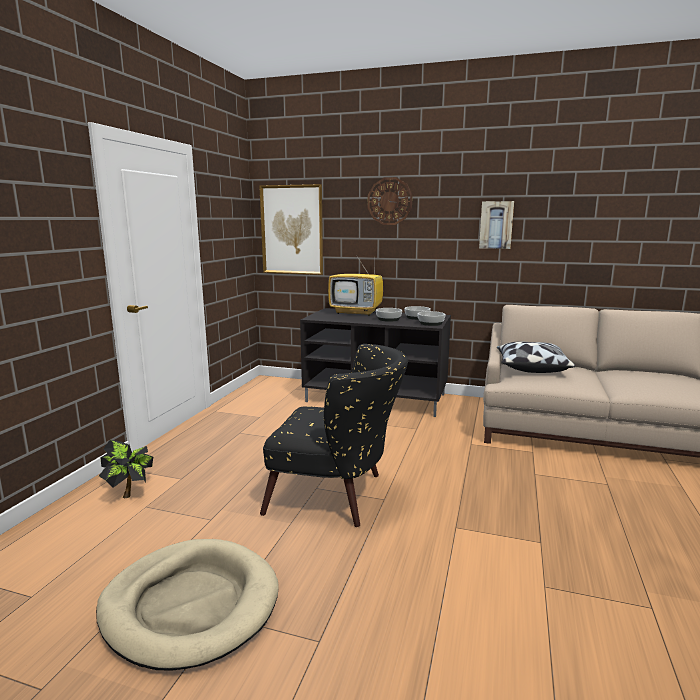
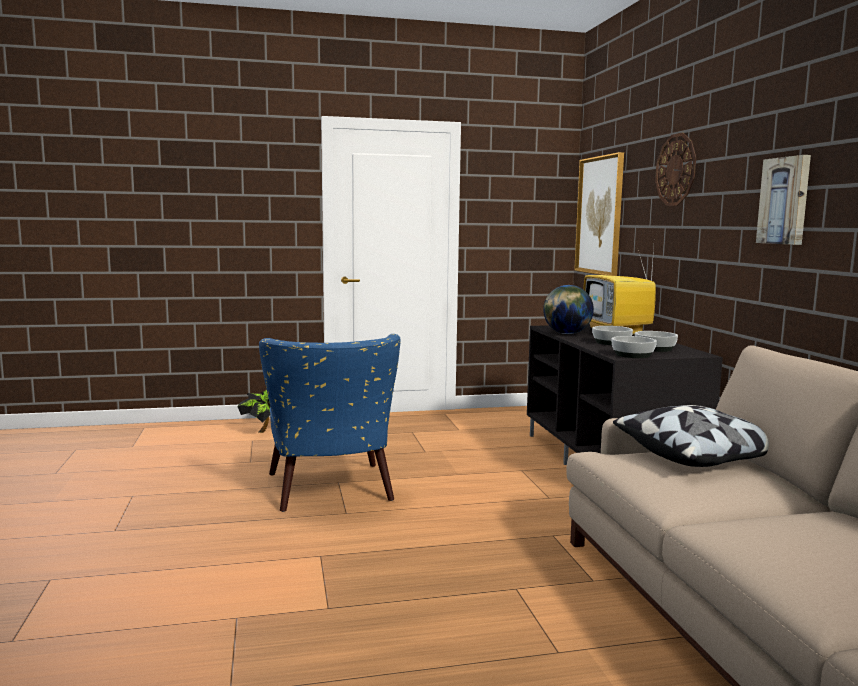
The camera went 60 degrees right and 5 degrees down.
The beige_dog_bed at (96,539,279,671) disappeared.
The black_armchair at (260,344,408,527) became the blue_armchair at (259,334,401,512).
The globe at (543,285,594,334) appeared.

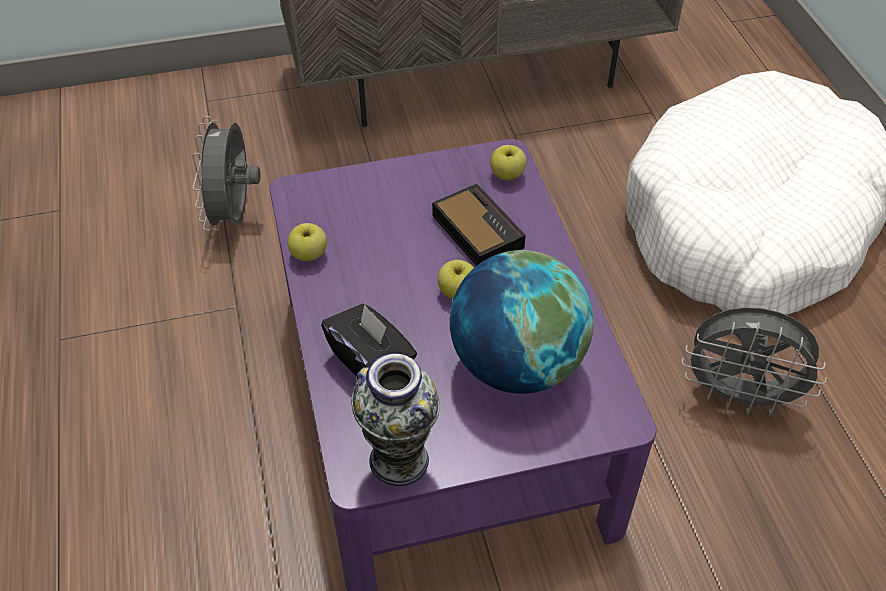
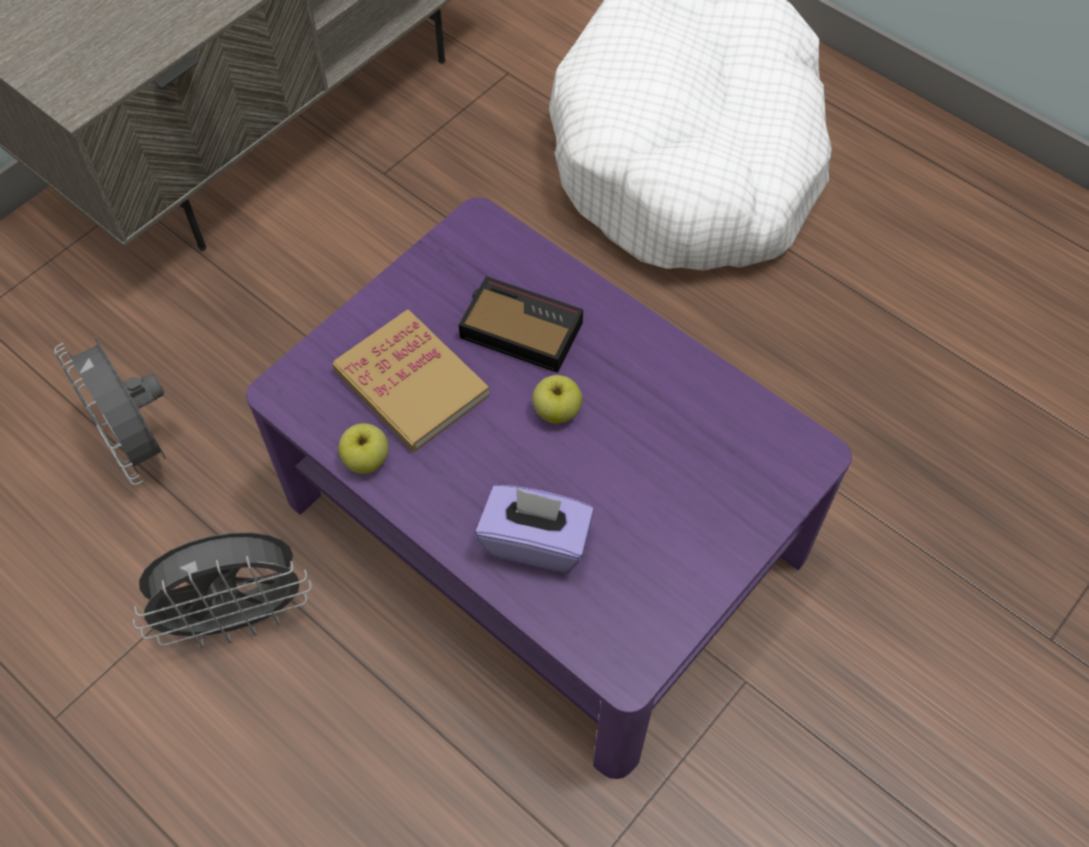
The camera went 35 degrees left and 10 degrees up.
The black_tissue_box at (321,304,417,376) became the purple_tissue_box at (475,485,594,573).
The vase at (352,353,440,486) disappeared.
The globe at (450,250,594,394) disappeared.
The apple at (490,145,527,180) disappeared.
The grey_fan moved from (681,307,827,416) to (133,532,312,648).
The book at (332,309,490,452) appeared.

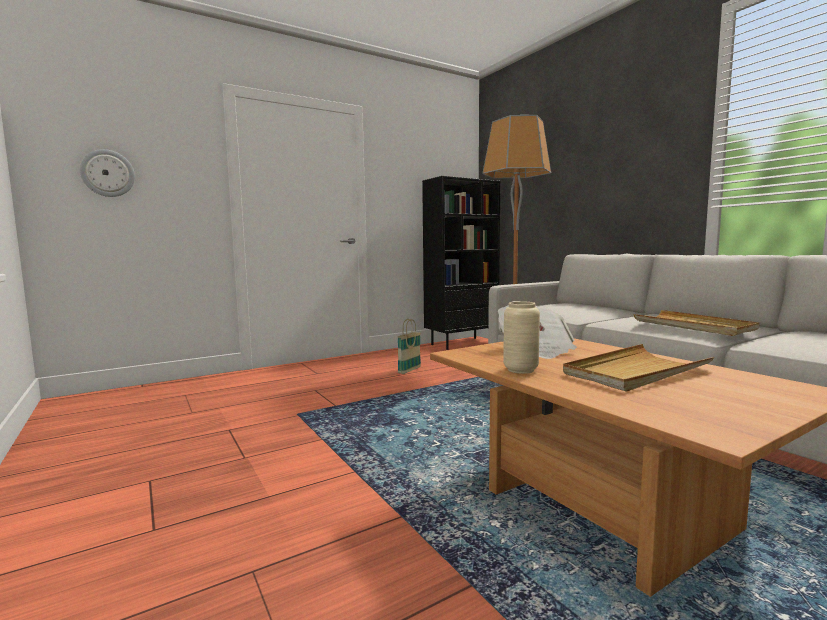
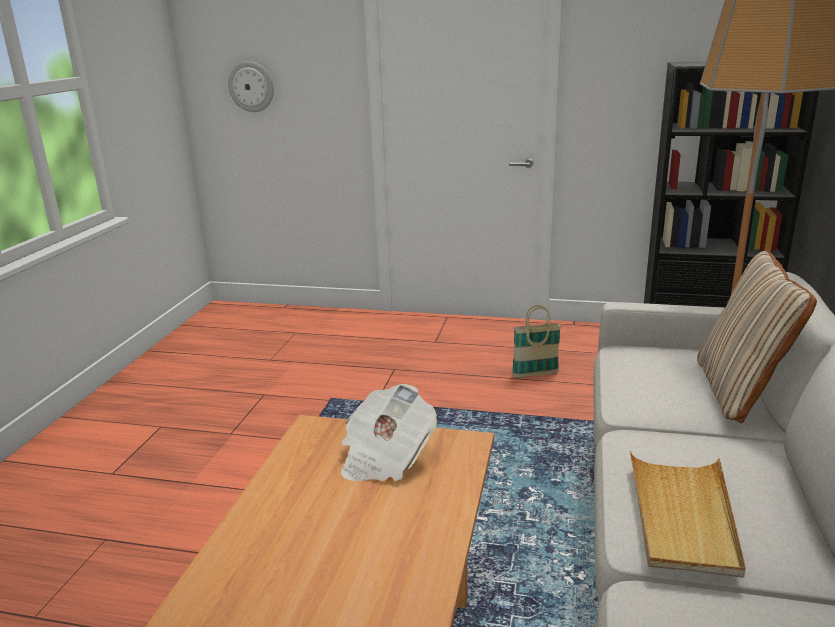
The camera went 45 degrees right and 15 degrees up.
The beige_vase at (503,301,540,374) disappeared.
The beige_tray at (563,344,714,392) disappeared.
The beige_pillow at (697,250,817,423) appeared.

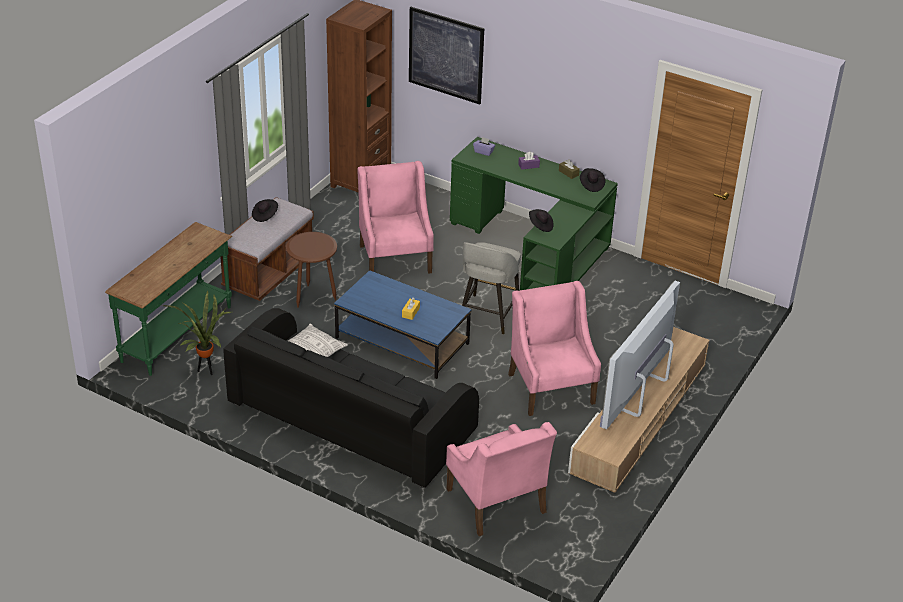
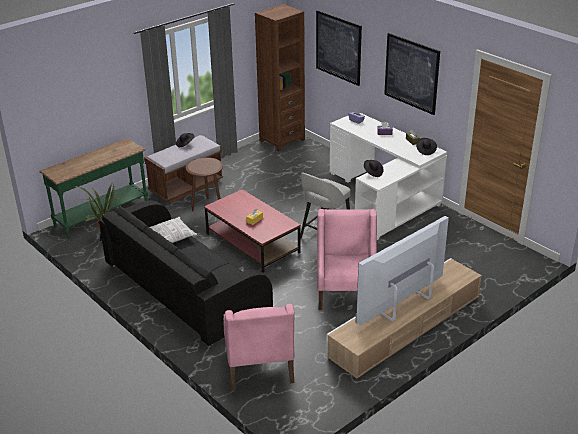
The camera went 20 degrees right and 5 degrees down.
The blue_coffee_table at (334,270,471,379) became the red_coffee_table at (204,190,301,272).
The pink_armchair at (357,161,434,274) disappeared.
The green_desk at (450,137,618,290) became the white_desk at (330,113,447,240).
The picture at (384,33,440,115) appeared.

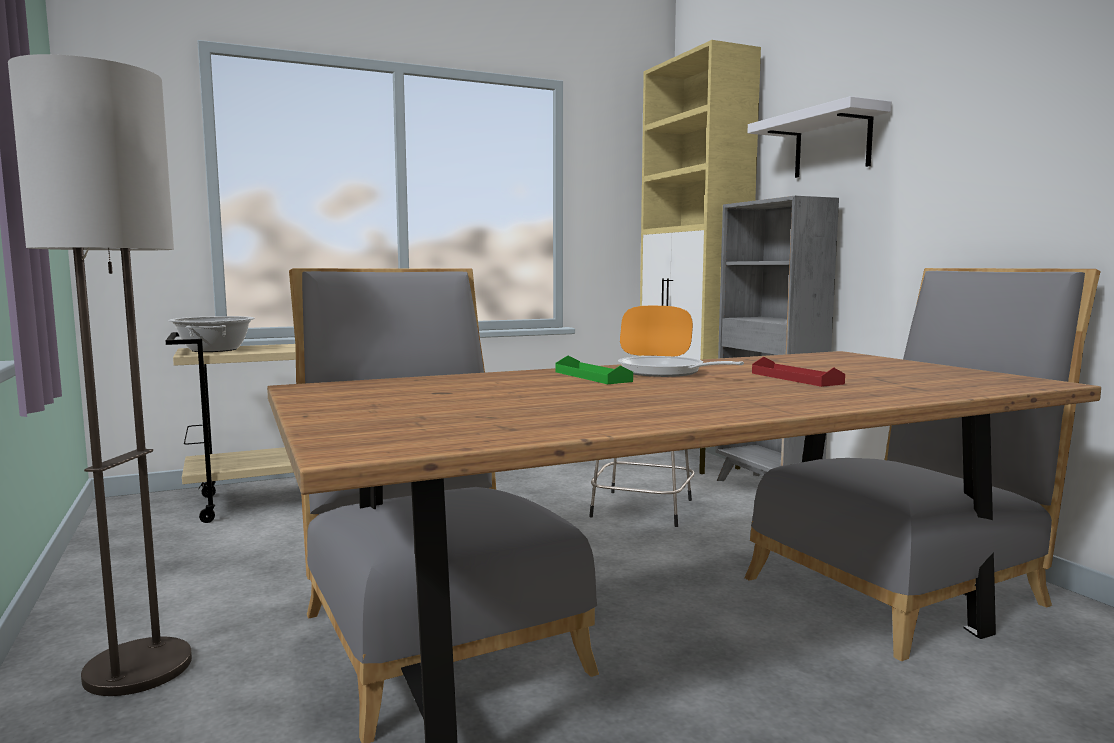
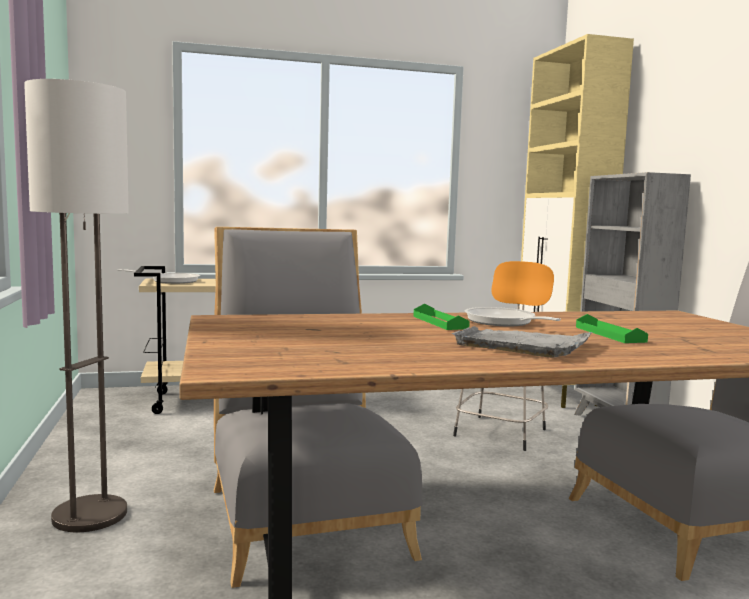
The camera went 10 degrees right and 0 degrees up.
The cooking_pot at (168,316,255,352) was replaced by the frying_pan at (117,269,200,284).
The white_shelf at (747,96,892,178) disappeared.
The red_tray at (752,357,845,387) became the green_tray at (576,314,648,343).
The grey_tray at (452,326,593,357) appeared.

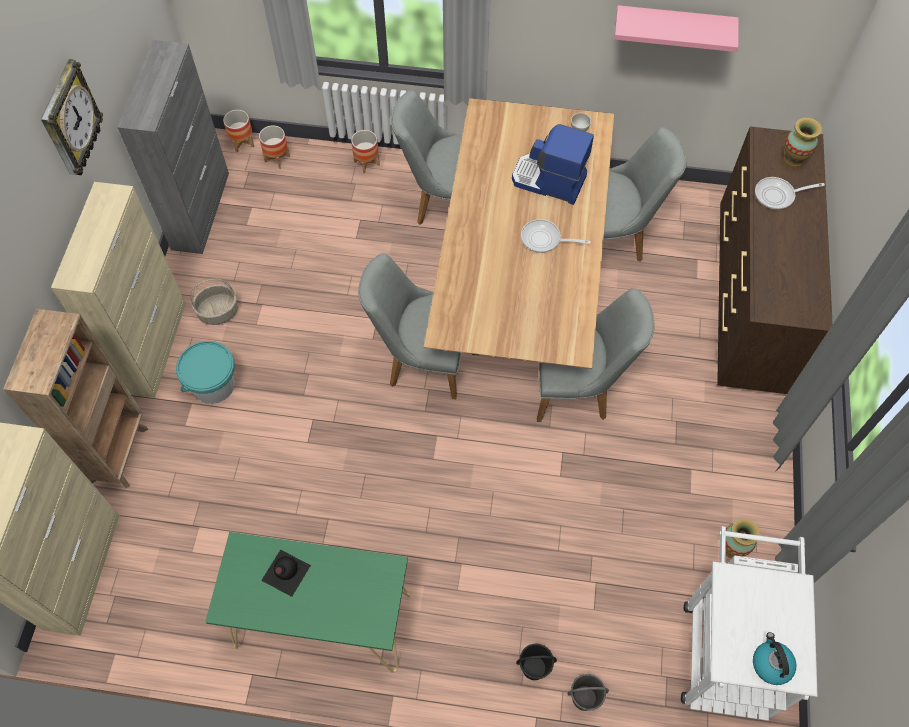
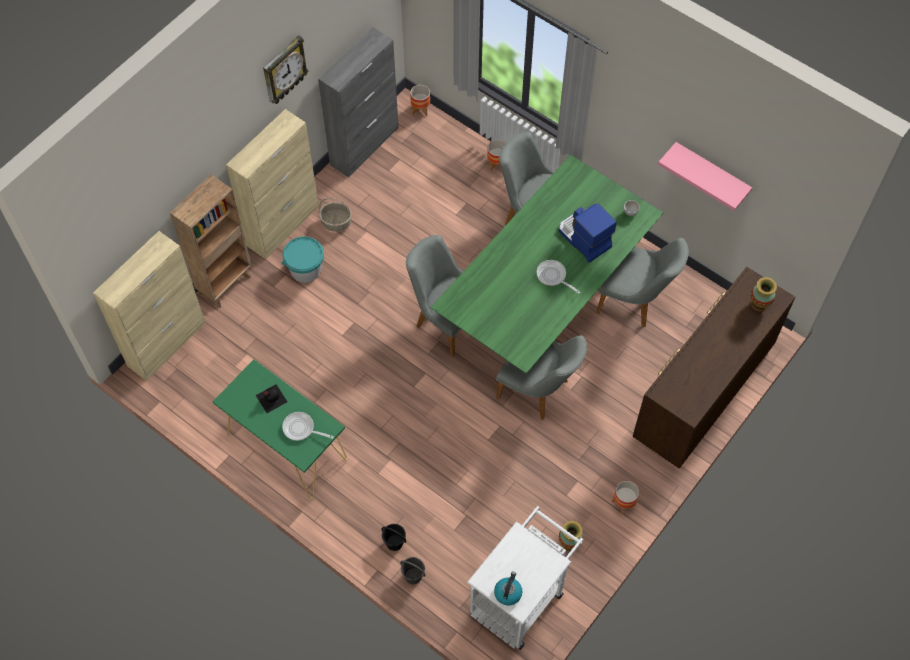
The camera went 30 degrees right and 0 degrees up.
The planter moved from (259,125,290,169) to (612,481,639,515).
The brown_dining_table at (424,98,614,369) became the green_dining_table at (430,155,664,373).
The frying_pan moved from (755,177,825,210) to (282,412,334,441).

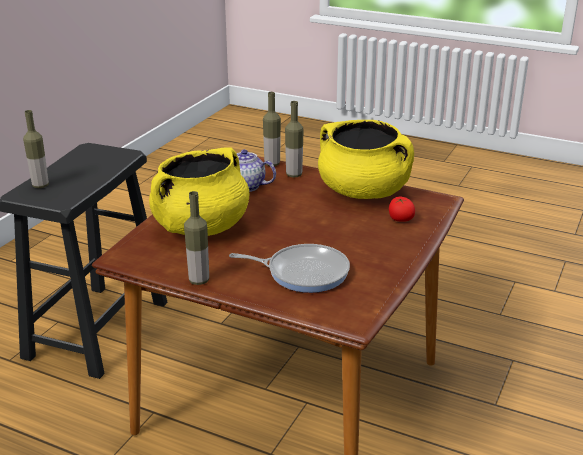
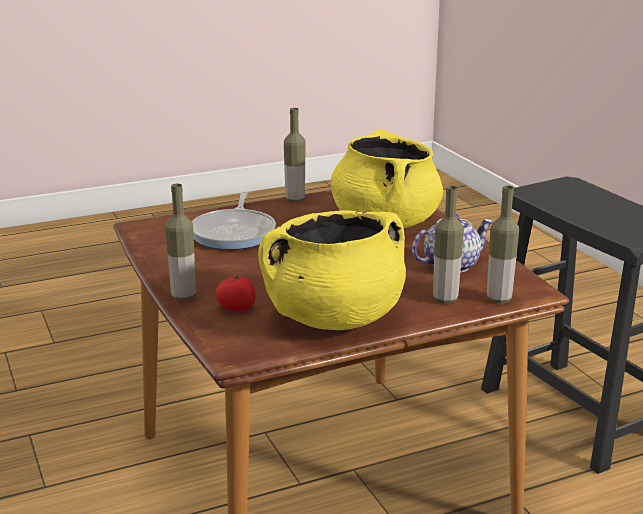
The camera went 130 degrees right and 5 degrees down.
The bottle moved from (23,110,49,188) to (165,184,196,301).
The frying_pan at (229,244,350,293) turned 45 degrees counterclockwise.

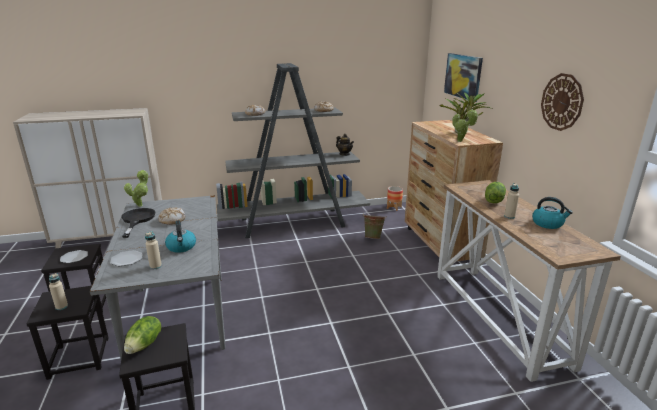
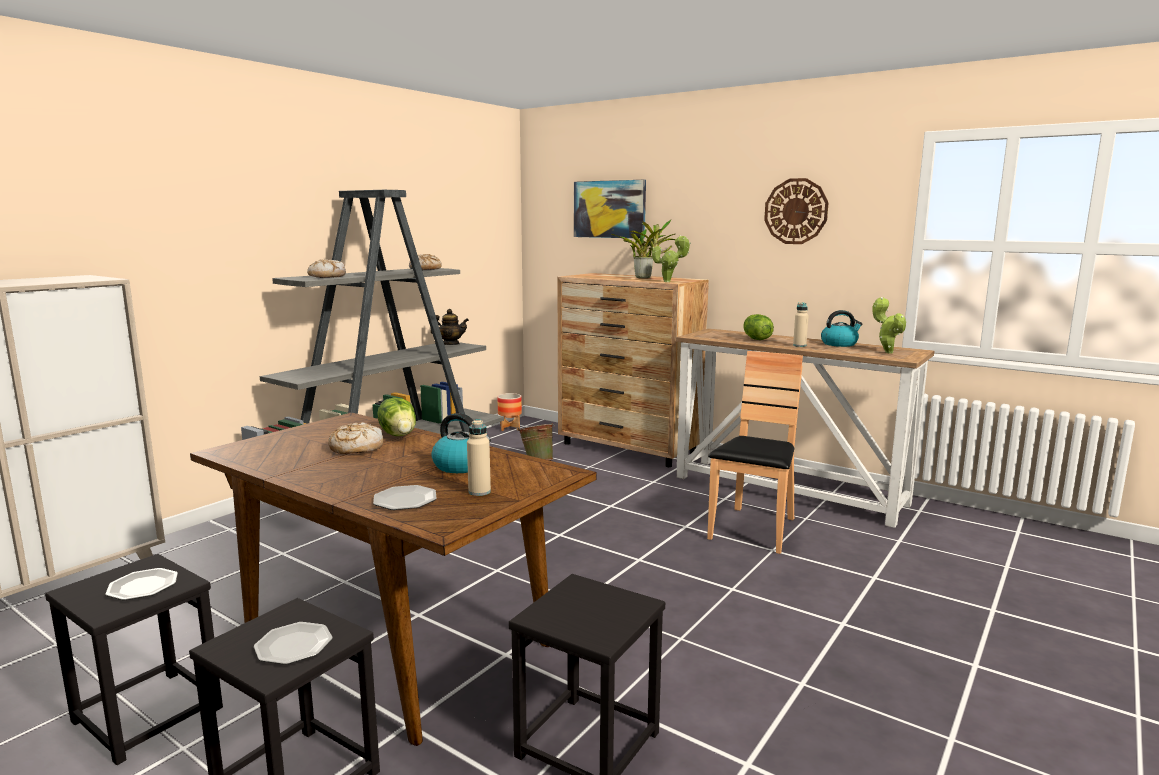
The camera went 40 degrees left and 10 degrees down.
The beige_bottle at (49,273,68,310) was replaced by the plate at (254,622,333,665).
The grey_dining_table at (90,195,226,359) became the brown_dining_table at (190,412,597,746).
The black_frying_pan at (121,208,155,238) disappeared.
The potted_plant moved from (124,170,148,207) to (872,297,906,353).
The lettuce moved from (124,316,161,354) to (377,397,416,436).
The brown_chair at (707,351,803,554) appeared.

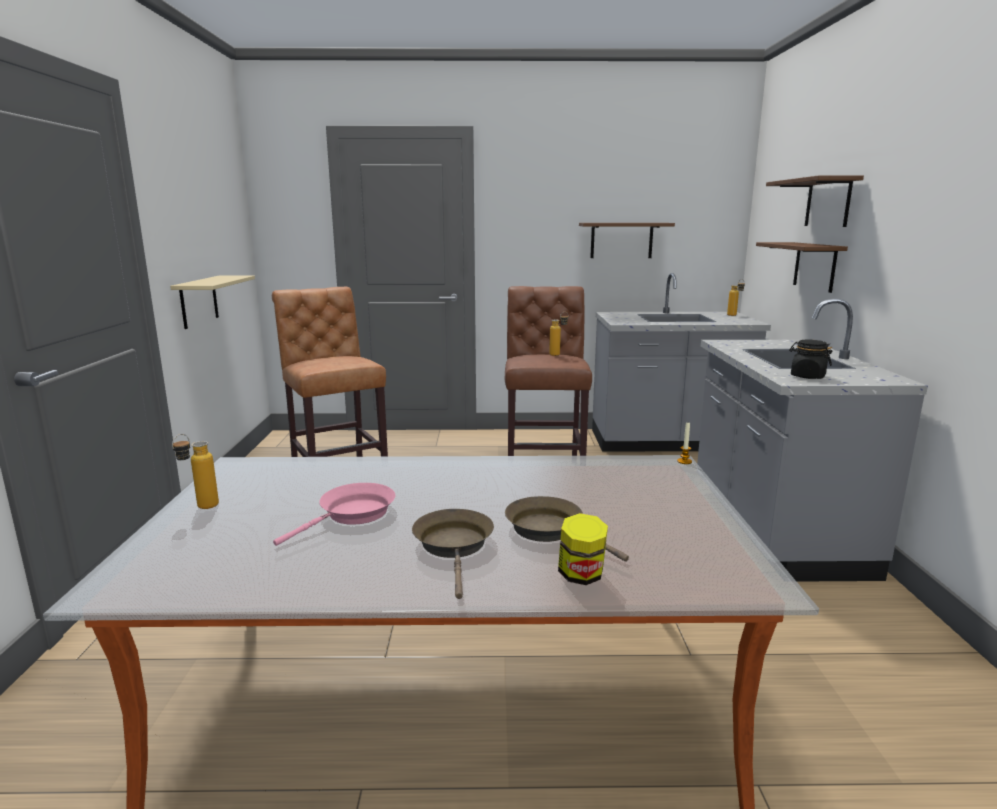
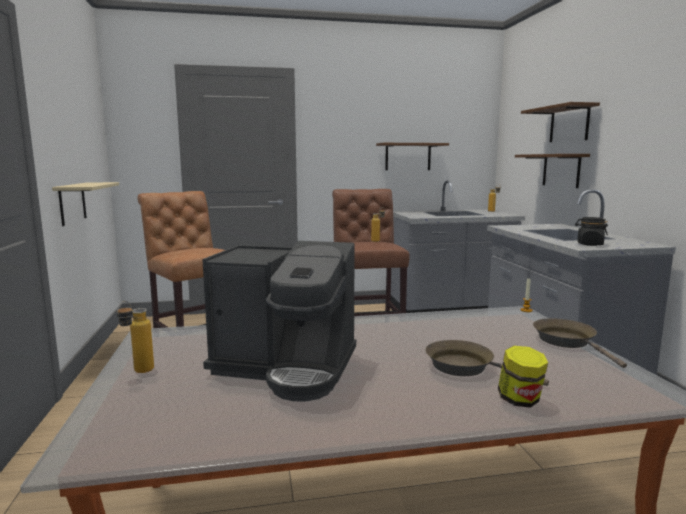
The camera went 10 degrees left and 5 degrees down.
The pink_frying_pan at (273,483,395,546) was replaced by the coffee_machine at (202,241,356,401).
The brown_frying_pan moved from (412,509,494,599) to (533,318,627,368).

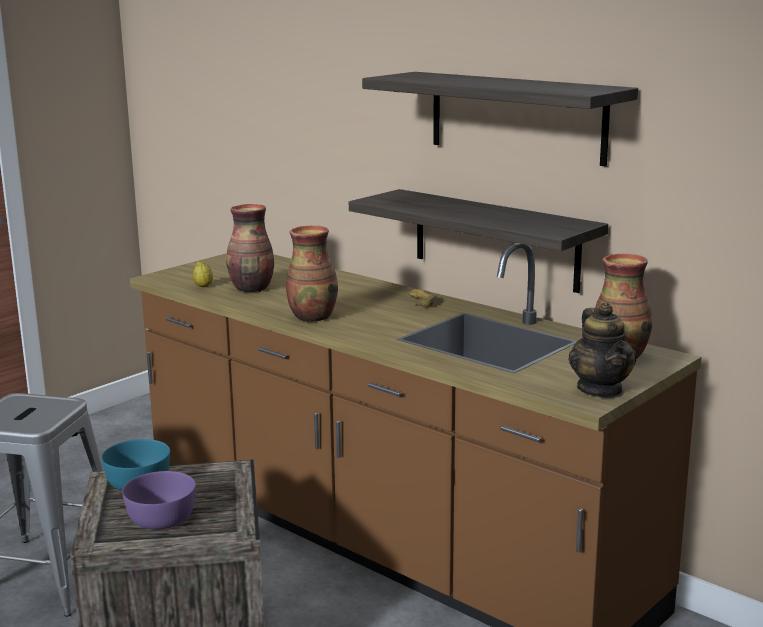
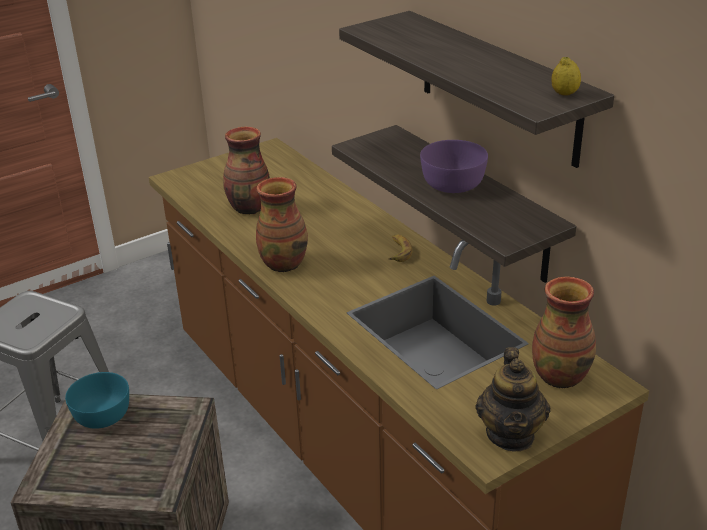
The camera went 15 degrees right and 15 degrees up.
The purple_bowl moved from (122,471,196,530) to (420,140,488,193).
The lemon moved from (193,261,213,287) to (551,57,581,96).

